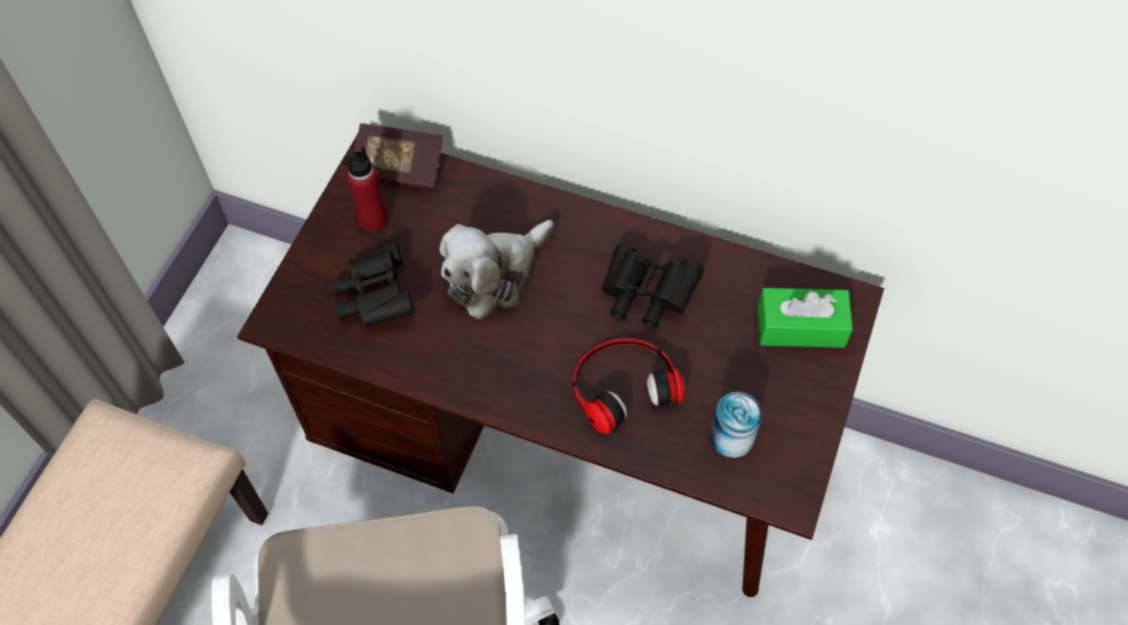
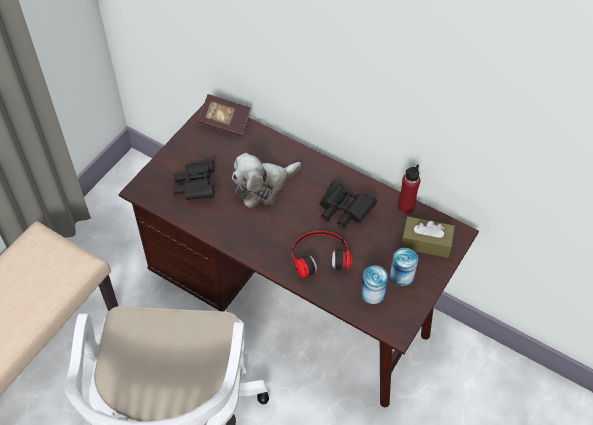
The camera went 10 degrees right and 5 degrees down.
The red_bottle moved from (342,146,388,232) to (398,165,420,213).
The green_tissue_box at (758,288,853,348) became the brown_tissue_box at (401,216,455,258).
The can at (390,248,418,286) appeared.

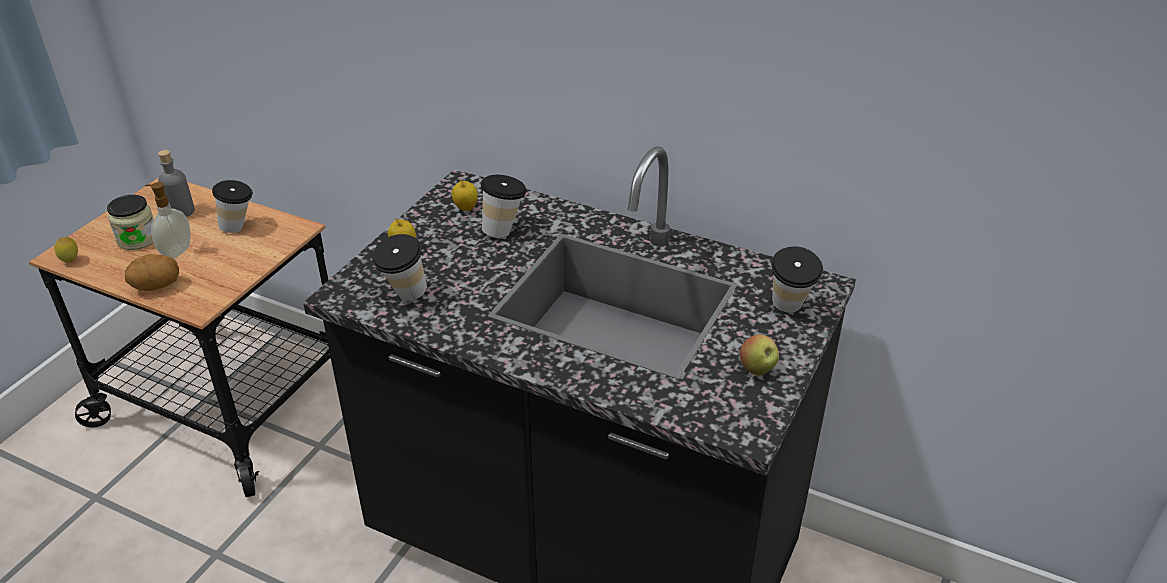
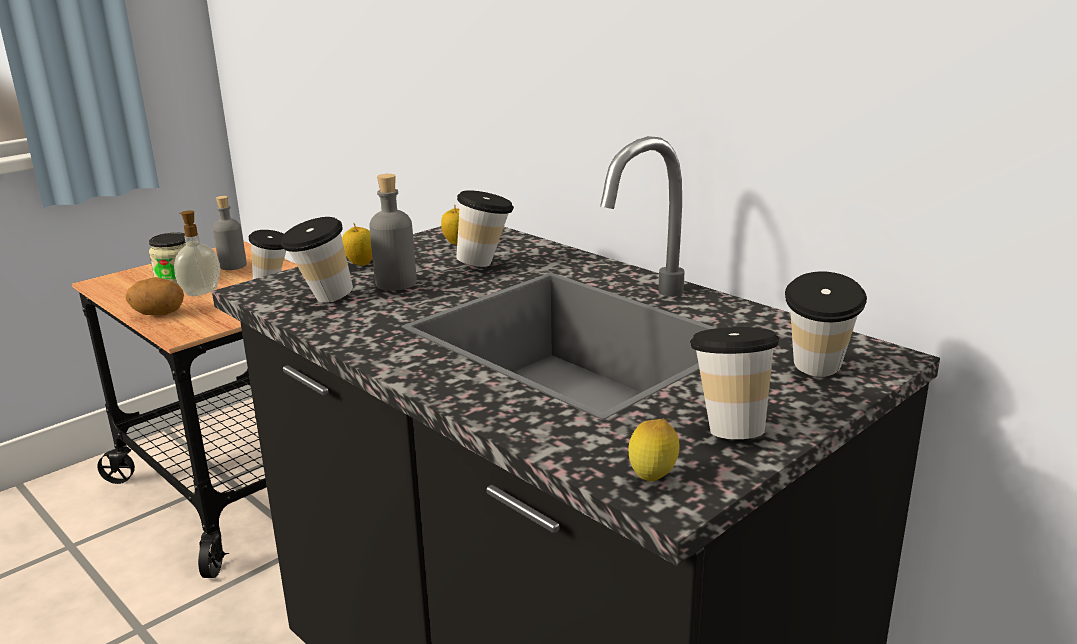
The camera went 20 degrees right and 15 degrees down.
The lemon moved from (54,237,78,263) to (629,419,680,481).
The apple at (740,335,779,376) was replaced by the cup at (690,327,779,439).
The grey_bottle at (369,174,417,291) appeared.

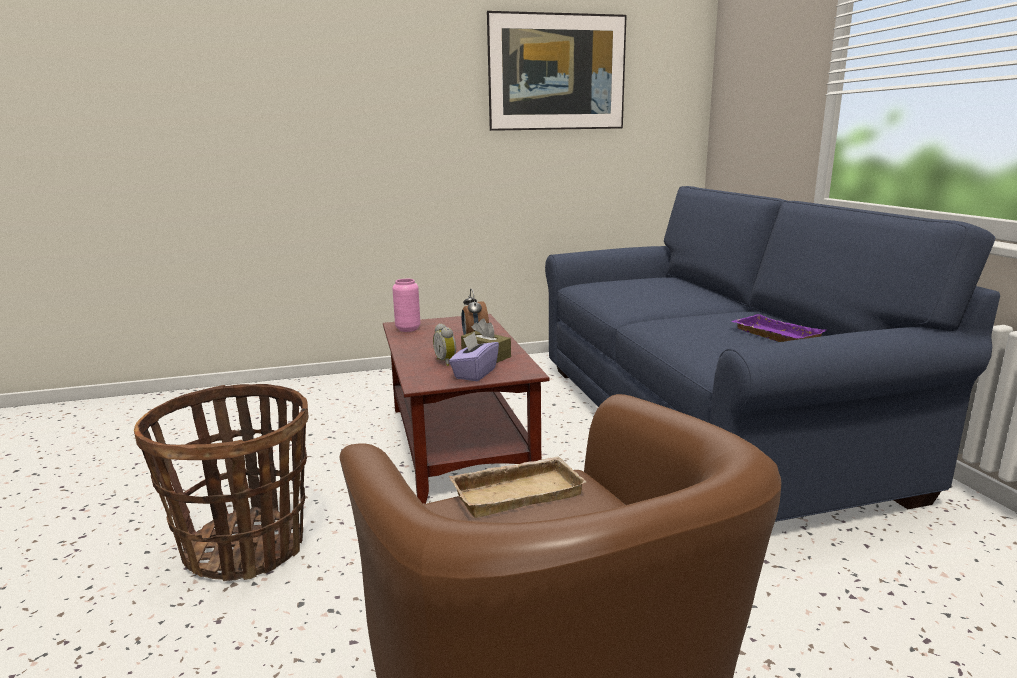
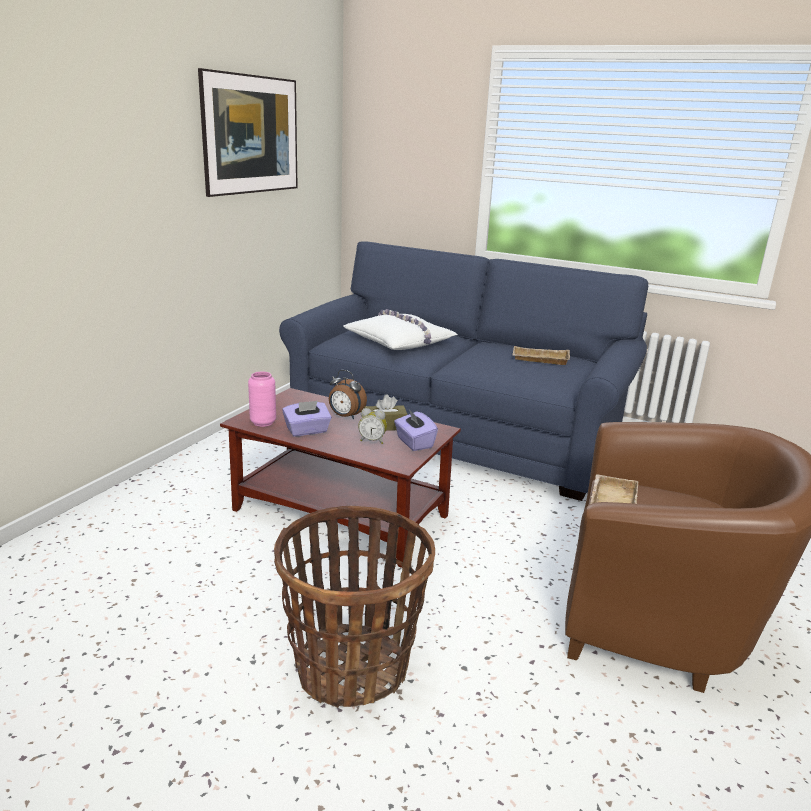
The camera went 50 degrees left and 5 degrees up.
The purple_tray at (731,314,826,342) became the beige_tray at (512,346,570,365).
The purple_tissue_box at (282,401,332,437) appeared.
The white_pillow at (343,309,458,350) appeared.

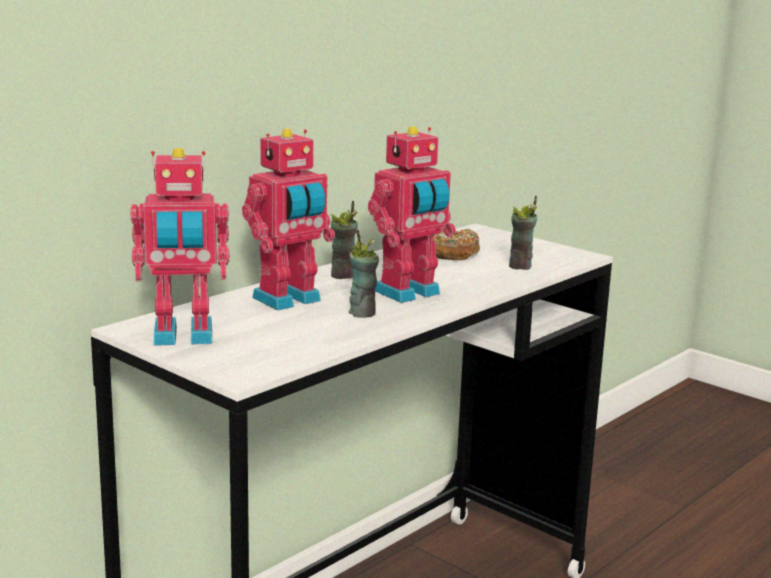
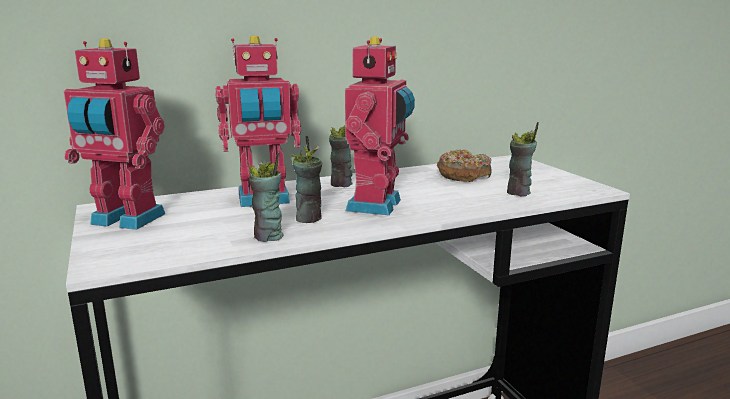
The camera went 25 degrees right and 0 degrees up.
The toy_robot at (368,126,456,303) turned 60 degrees counterclockwise.
The cup at (249,152,284,242) appeared.

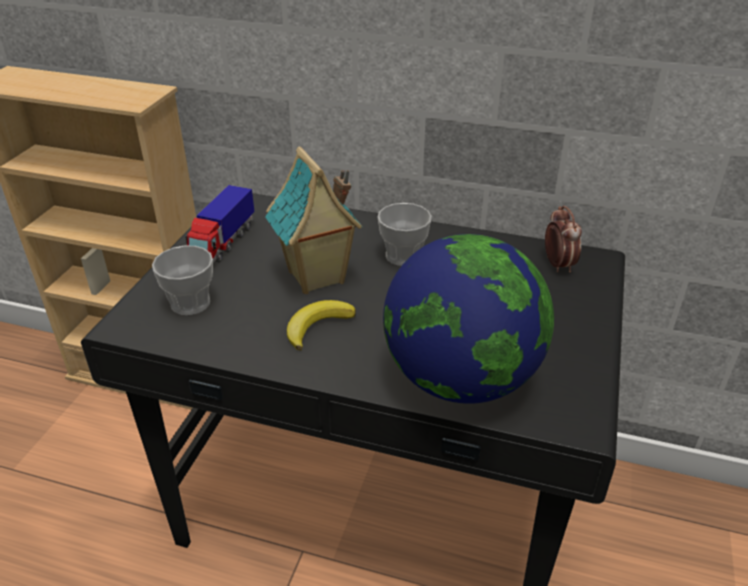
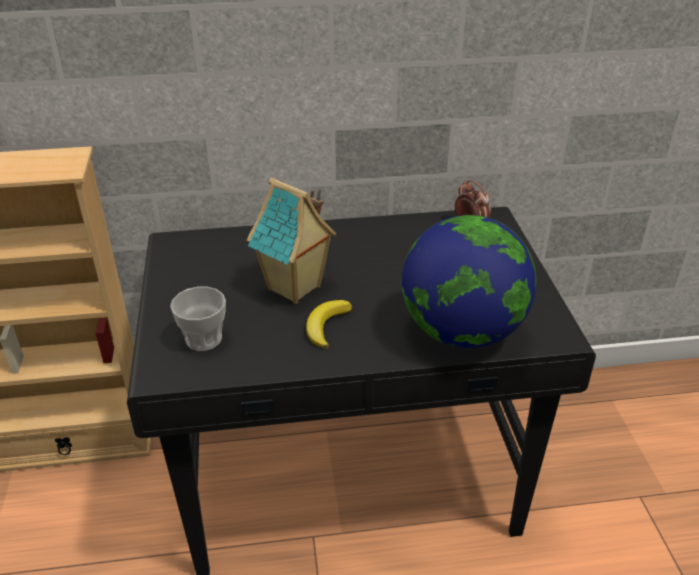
The camera went 25 degrees left and 0 degrees up.
The toy_truck at (185,185,255,263) disappeared.
The cup at (377,203,432,266) disappeared.

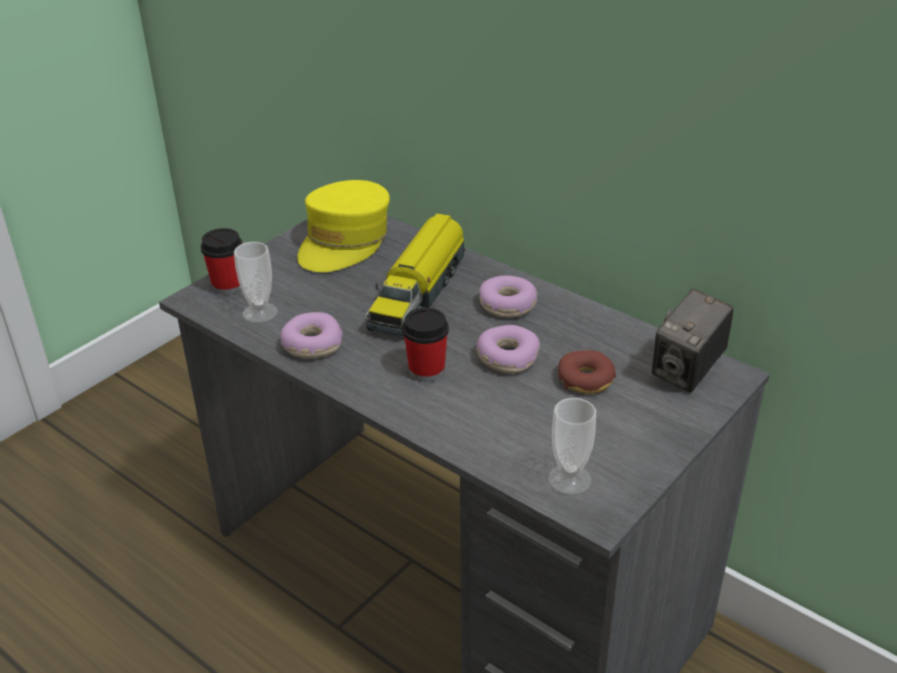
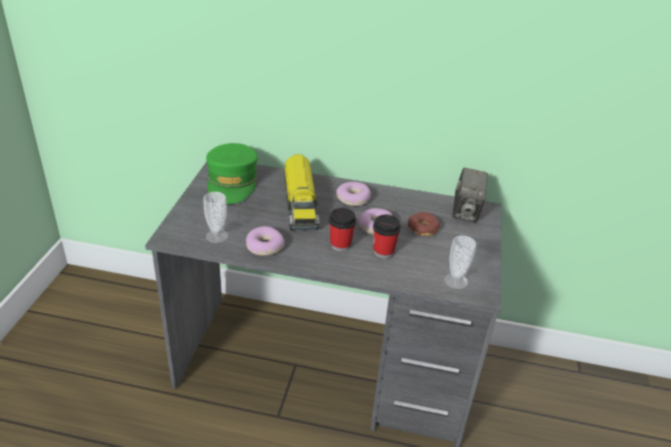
The camera went 30 degrees left and 0 degrees up.
The cup moved from (201,228,243,295) to (373,214,401,259).
The yellow_cap at (297,180,390,272) became the green_cap at (206,143,257,204).

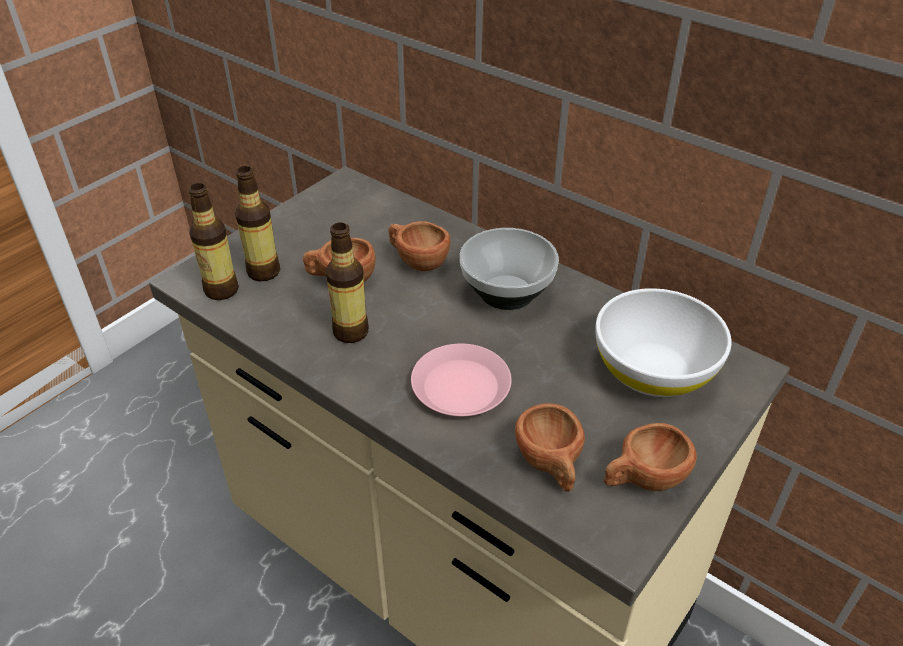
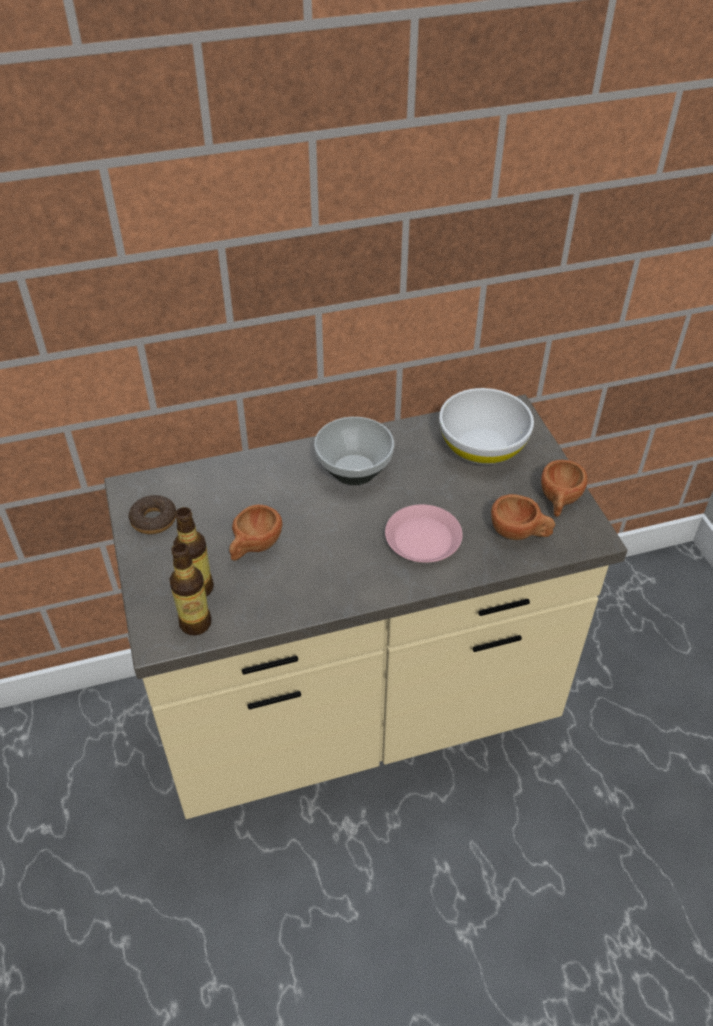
The camera went 55 degrees left and 5 degrees up.
The bottle at (326,222,369,343) disappeared.
The brown_cup at (388,221,451,271) disappeared.
The donut at (128,495,176,534) appeared.

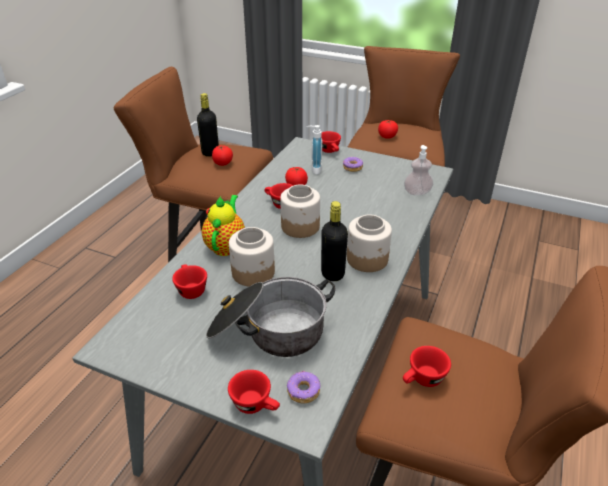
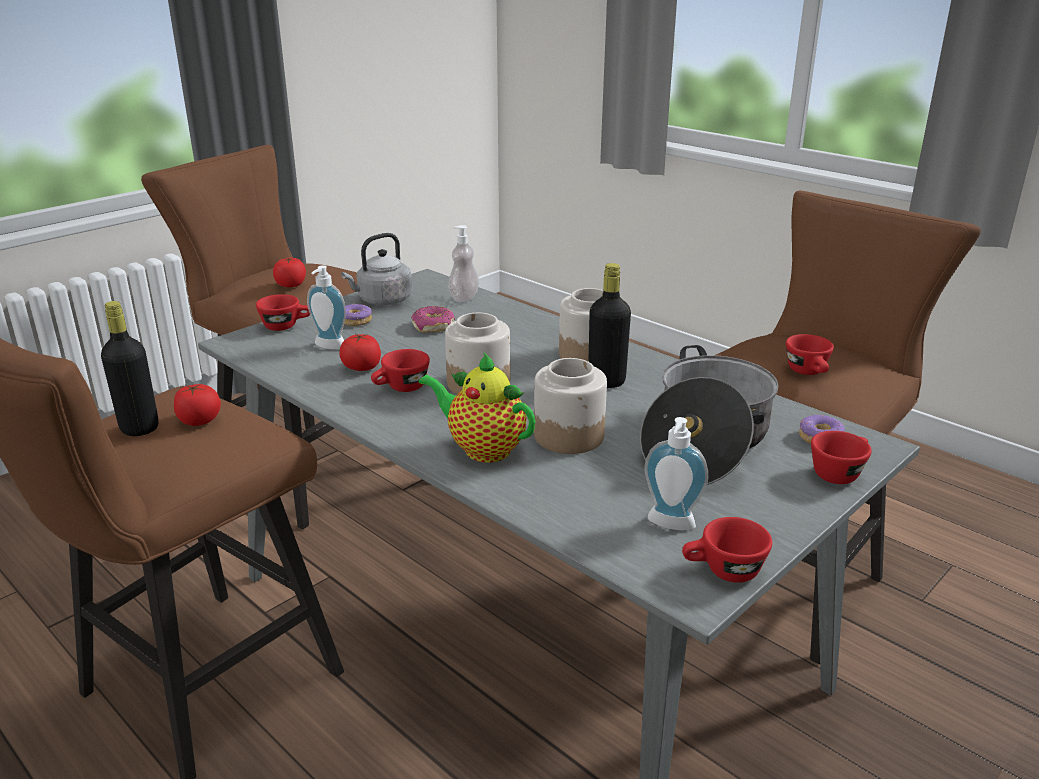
The camera went 70 degrees left and 10 degrees down.
The red_cup moved from (172,264,207,299) to (682,517,772,583).
The grey_kettle at (341,233,413,305) appeared.
The donut at (411,306,455,333) appeared.
The soap_dispenser at (644,417,708,530) appeared.

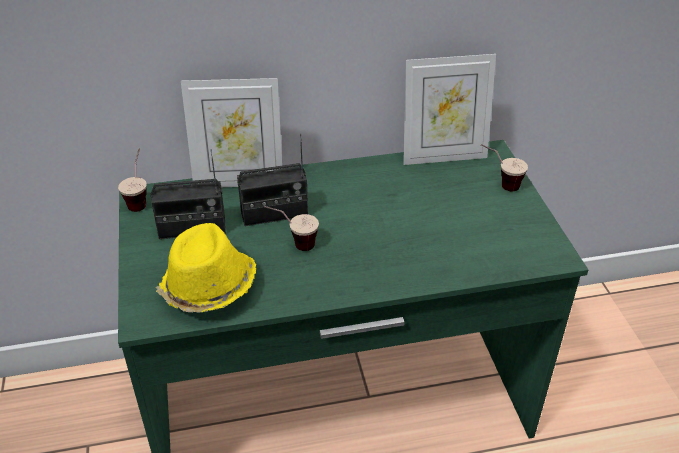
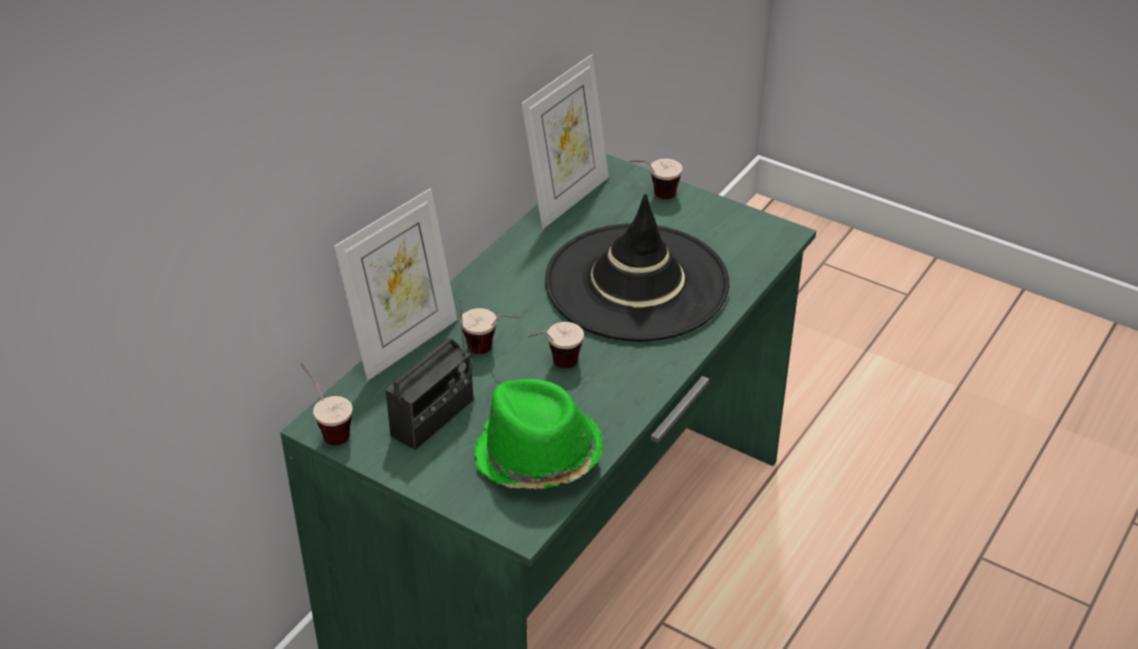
The camera went 45 degrees left and 0 degrees up.
The yellow_hat at (156,223,256,313) became the green_hat at (474,379,603,489).
The radio at (237,134,308,226) was replaced by the cup at (460,308,519,354).
The black_hat at (545,194,729,342) appeared.

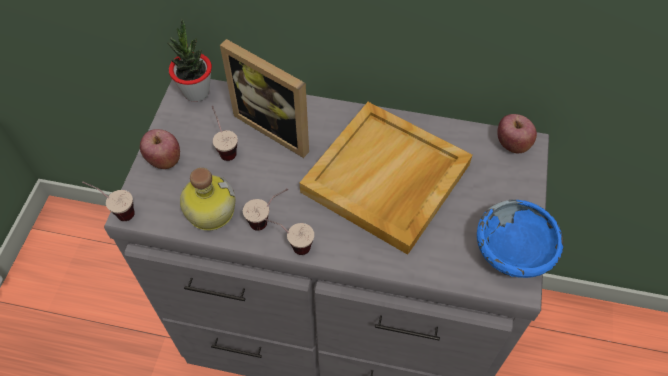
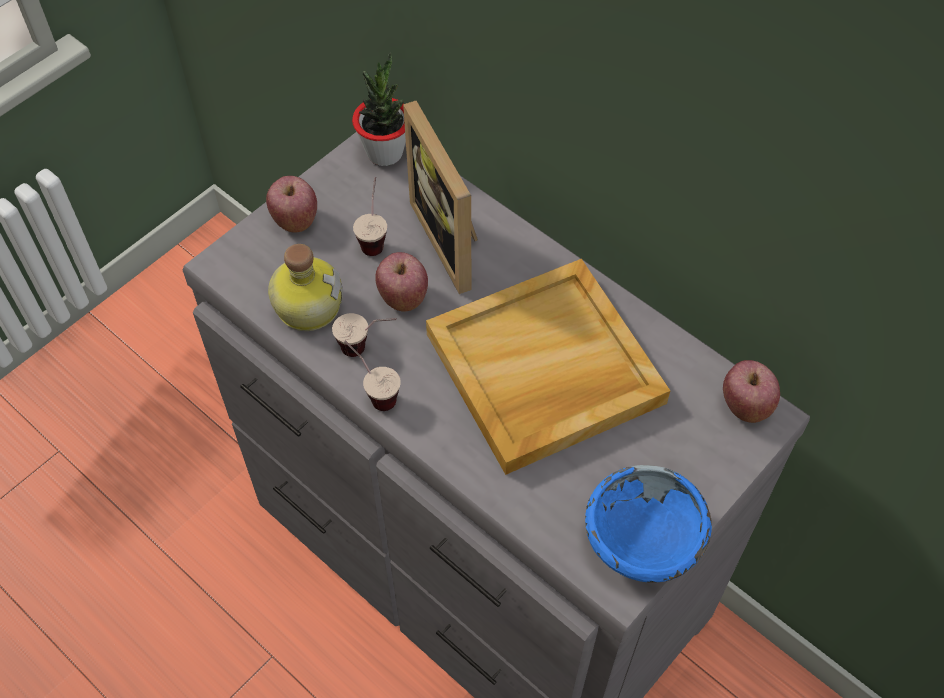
The camera went 30 degrees right and 0 degrees up.
The cup at (82,182,135,221) disappeared.
The apple at (375,252,428,312) appeared.

